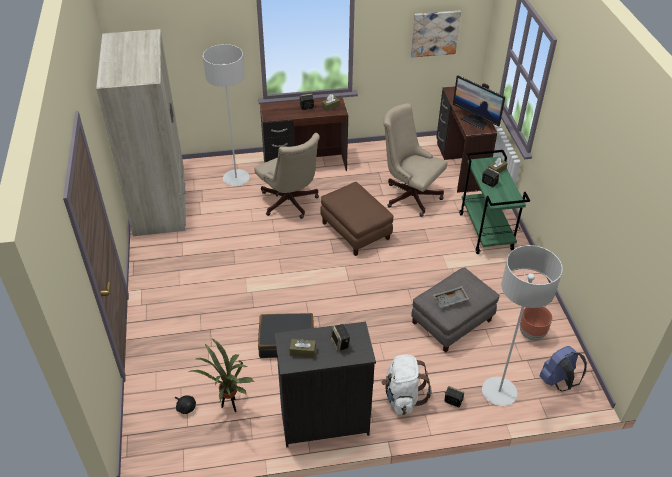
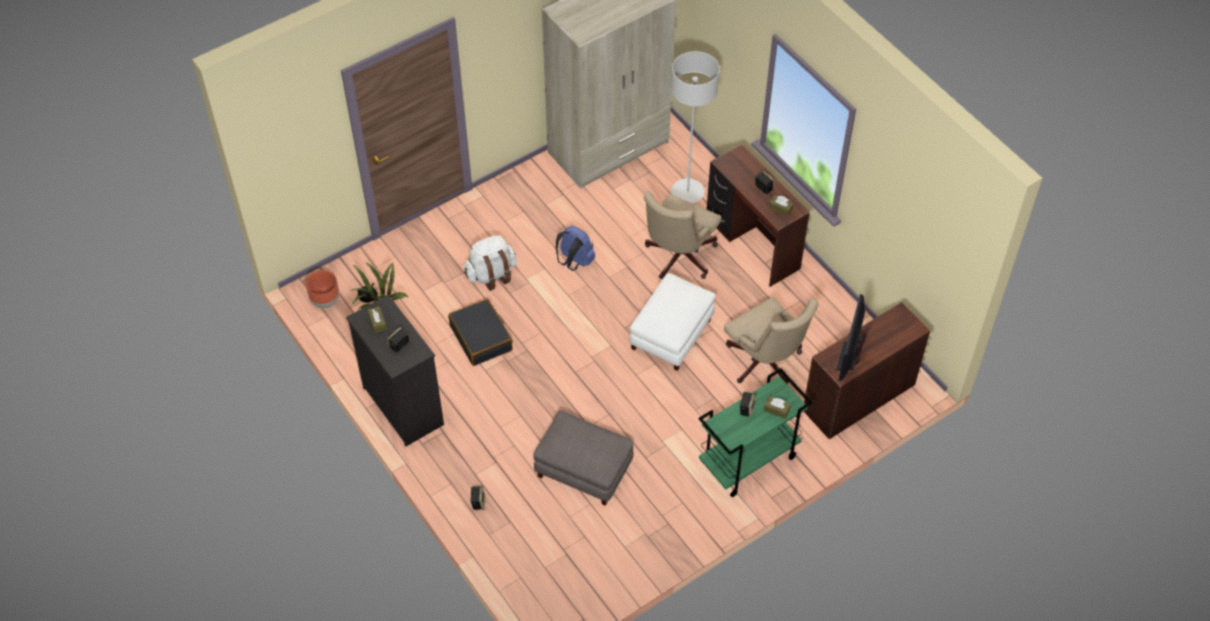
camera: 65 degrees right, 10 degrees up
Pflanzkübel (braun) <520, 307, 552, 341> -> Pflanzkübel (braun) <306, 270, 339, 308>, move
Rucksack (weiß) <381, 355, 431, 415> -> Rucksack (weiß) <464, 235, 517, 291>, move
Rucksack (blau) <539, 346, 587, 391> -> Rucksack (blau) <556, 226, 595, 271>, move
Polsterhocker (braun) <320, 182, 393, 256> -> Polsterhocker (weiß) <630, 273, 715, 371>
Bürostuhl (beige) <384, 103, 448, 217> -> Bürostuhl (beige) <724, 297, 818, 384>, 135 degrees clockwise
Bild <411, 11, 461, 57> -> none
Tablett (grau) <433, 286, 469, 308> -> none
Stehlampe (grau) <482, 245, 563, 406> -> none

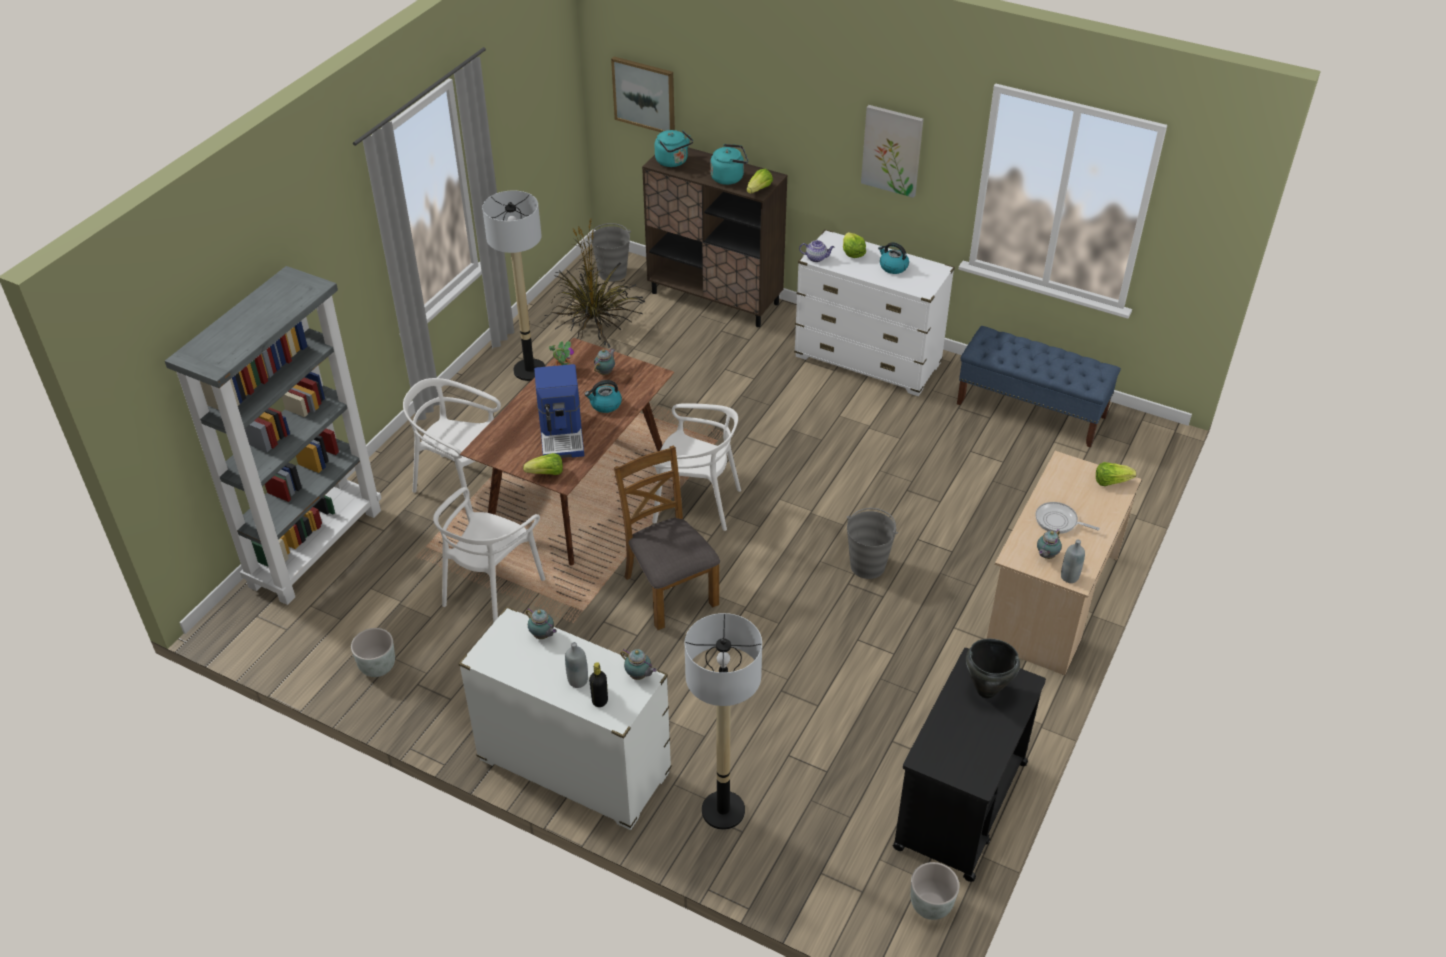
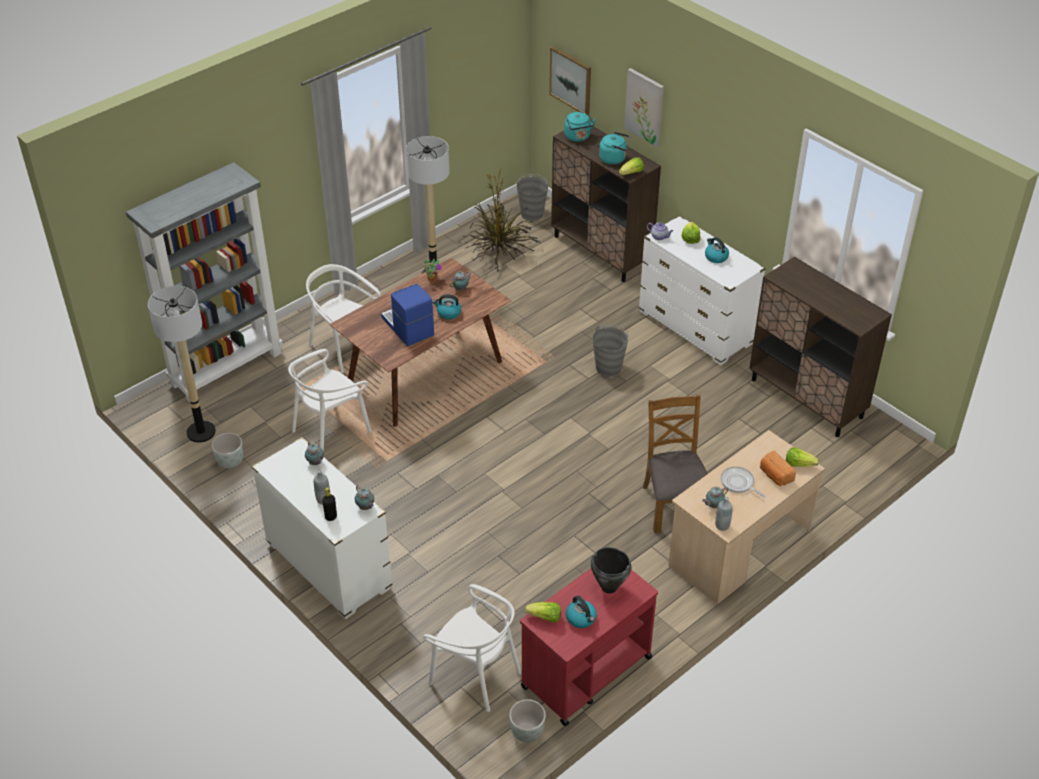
camera: 20 degrees right, 0 degrees up
Stehlampe <685, 613, 762, 830> -> Stehlampe <148, 286, 216, 443>, move
Kaffeemaschine <534, 364, 584, 458> -> Kaffeemaschine <381, 284, 434, 346>, 135 degrees clockwise
Stuhl (weiß) <652, 403, 741, 531> -> Stuhl (weiß) <423, 584, 521, 712>, move
Rollwagen (schwarz) <893, 648, 1046, 882> -> Rollwagen (rot) <520, 568, 658, 726>
Salatkopf <523, 453, 563, 475> -> Salatkopf <525, 602, 561, 623>, move
none -> Wasserkessel <566, 596, 596, 628>
Eimer (grau) <847, 508, 898, 579> -> Eimer (grau) <592, 325, 628, 377>, move
Bild <861, 105, 923, 198> -> Bild <624, 68, 664, 147>, move
Stuhl (braun) <614, 446, 720, 630> -> Stuhl (braun) <643, 395, 708, 533>, move
Bank (blau) <957, 326, 1121, 448> -> Schrank (braun) <749, 257, 892, 437>
none -> Brot <760, 451, 796, 486>

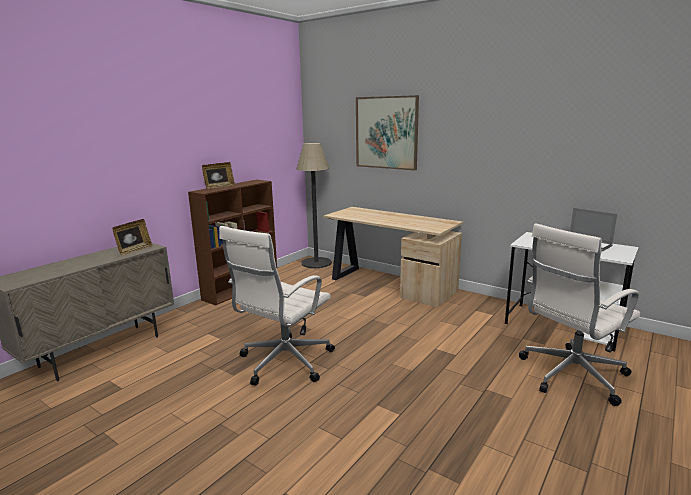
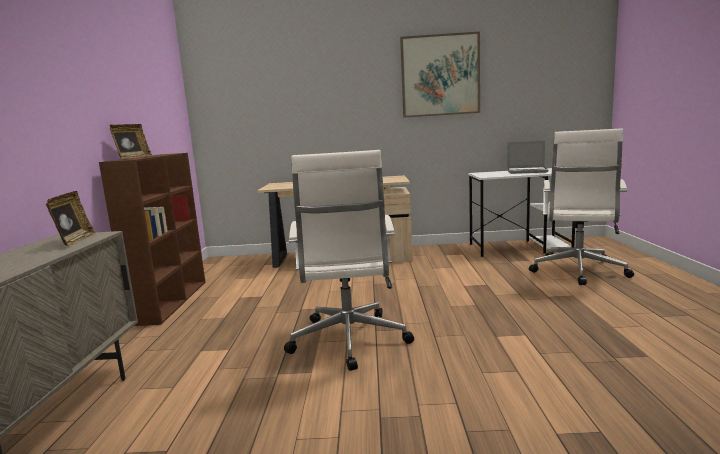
camera: 35 degrees left, 5 degrees down
Bild <356, 95, 419, 170> -> Bild <400, 31, 480, 118>, move
Stehlampe <297, 143, 332, 268> -> none

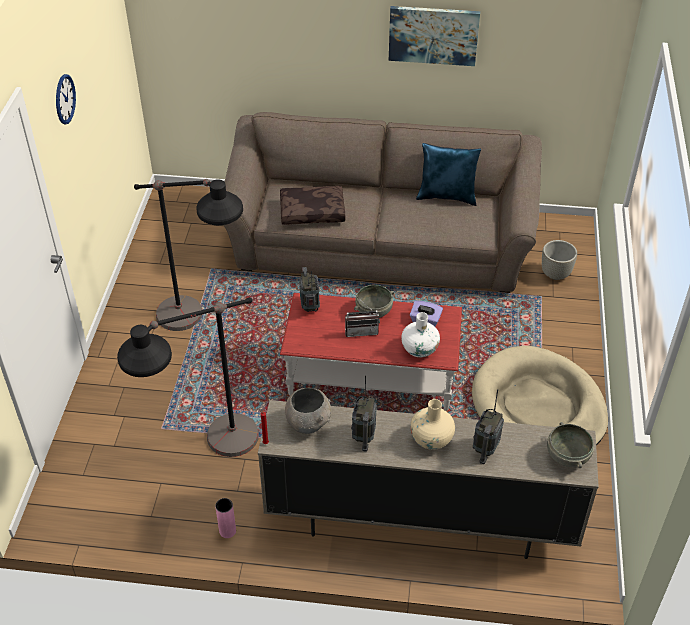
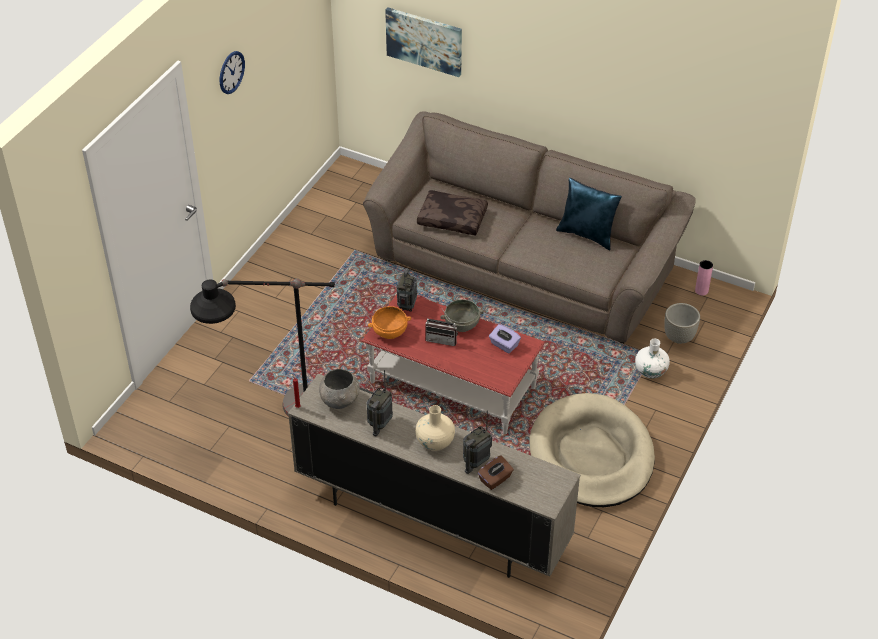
camera: 20 degrees right, 0 degrees up
none -> Schüssel (orange) <368, 306, 411, 339>
Bild <389, 6, 480, 66> -> Bild <385, 7, 462, 77>, move
none -> Taschentuchbox (braun) <478, 455, 514, 490>
Vase (weiß) <401, 312, 440, 358> -> Vase (weiß) <635, 339, 670, 378>, move
Vase (rosa) <215, 498, 236, 538> -> Vase (rosa) <695, 260, 713, 295>, move
Stehlampe (schwarz) <134, 179, 243, 331> -> none
Schüssel (grau) <547, 422, 594, 468> -> none

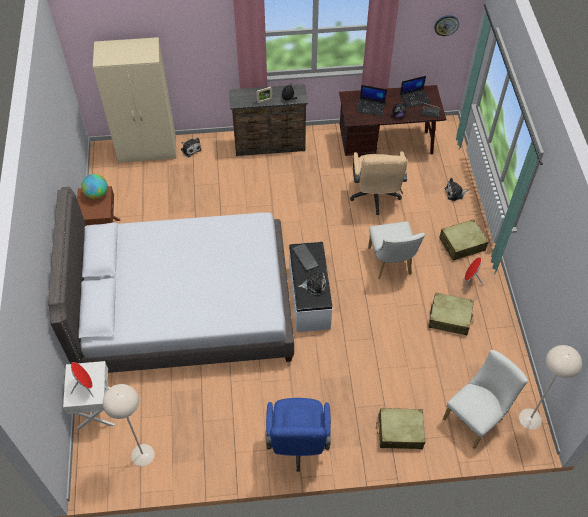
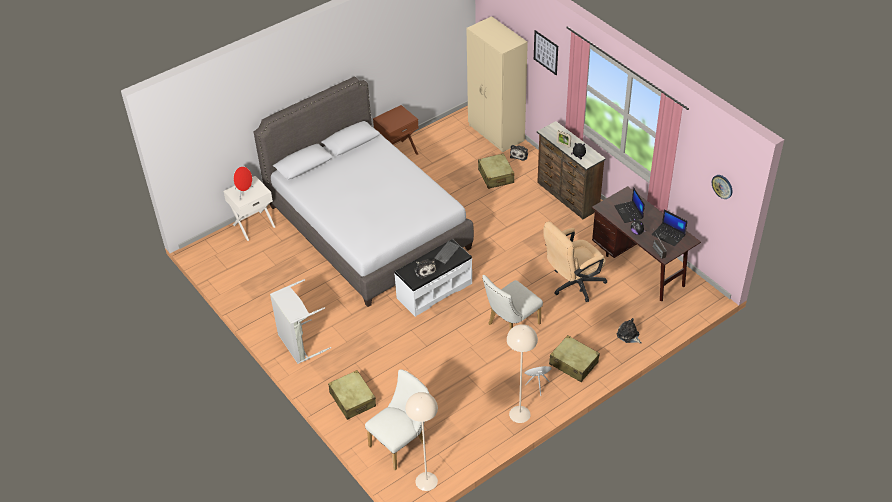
camera: 60 degrees right, 10 degrees down
Bürostuhl (blau) <266, 398, 331, 472> -> Wäschekorb (grau) <270, 279, 331, 364>
Stuhl (weiß) <443, 350, 528, 449> -> Stuhl (weiß) <365, 369, 430, 470>, 60 degrees counterclockwise
Koffer (beige) <428, 293, 474, 335> -> Koffer (beige) <478, 153, 514, 189>, move
Stehlampe (beige) <103, 384, 155, 466> -> Stehlampe (beige) <507, 324, 538, 423>, move
none -> Bild <534, 30, 558, 75>
Globus <81, 174, 108, 199> -> none

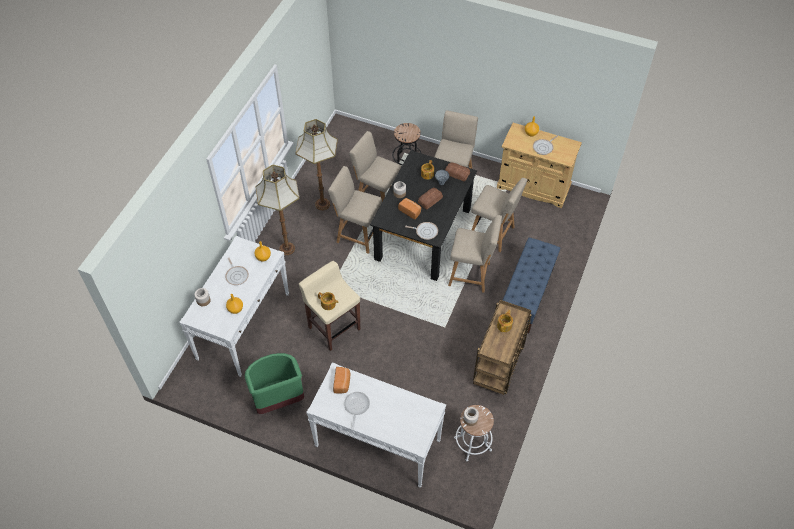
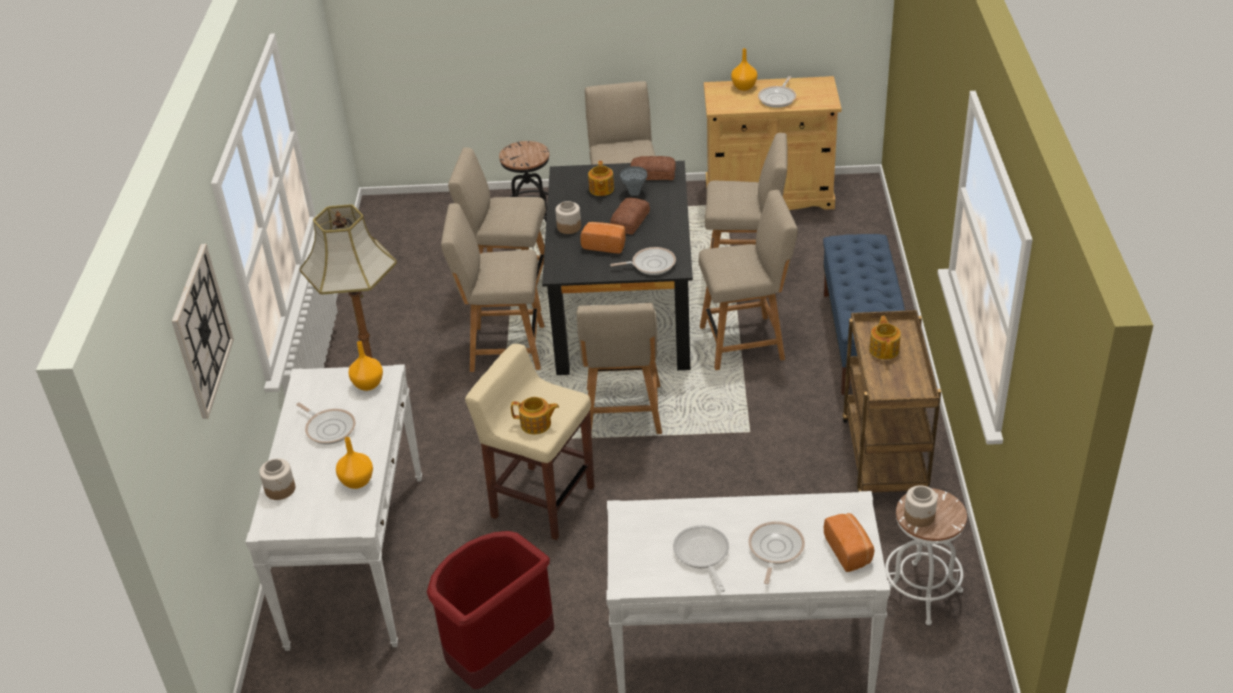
camera: 20 degrees left, 15 degrees down
none -> Wanduhr <172, 244, 234, 419>
Mülleimer (grün) <245, 353, 304, 414> -> Mülleimer (rot) <427, 531, 554, 689>
none -> Stuhl (beige) <577, 303, 662, 434>
none -> Pfanne <748, 521, 805, 584>
Brot <333, 367, 350, 394> -> Brot <824, 513, 874, 572>, move
Stehlampe <295, 119, 338, 210> -> none

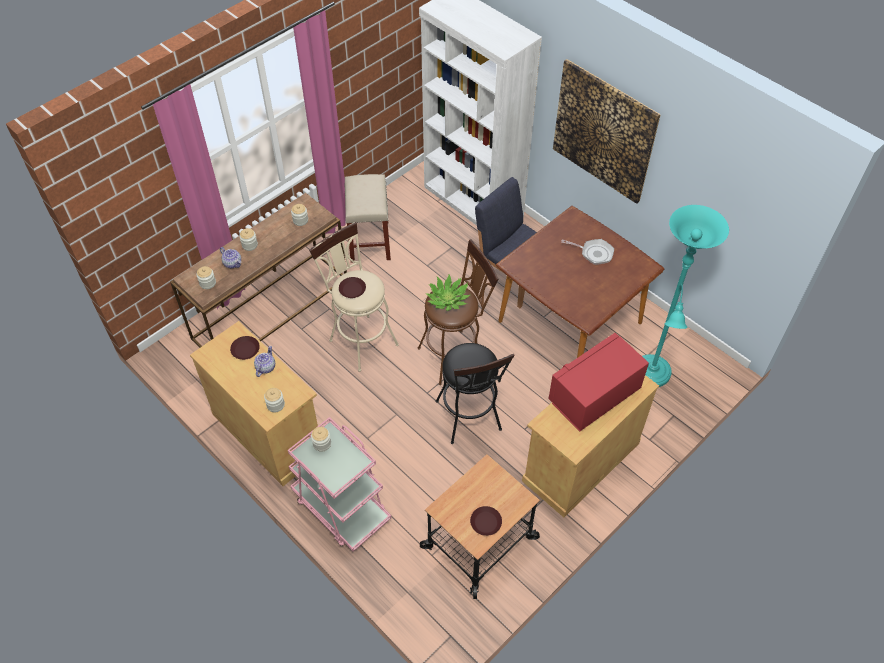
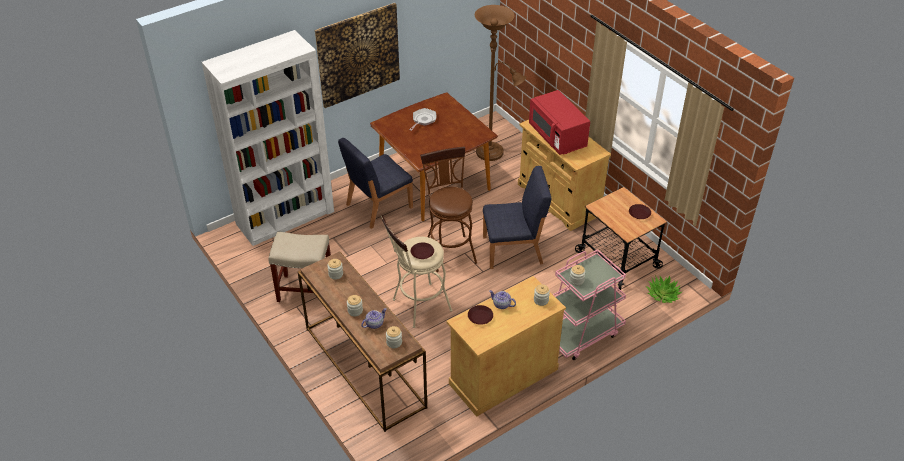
camera: 80 degrees left, 10 degrees down
Stehlampe (türkis) <642, 205, 729, 387> -> Stehlampe (braun) <475, 5, 526, 161>
Hocker (schwarz) <436, 343, 515, 444> -> Stuhl (blau) <483, 166, 551, 269>
Topfpflanze <426, 274, 470, 311> -> Topfpflanze <646, 275, 682, 303>, move

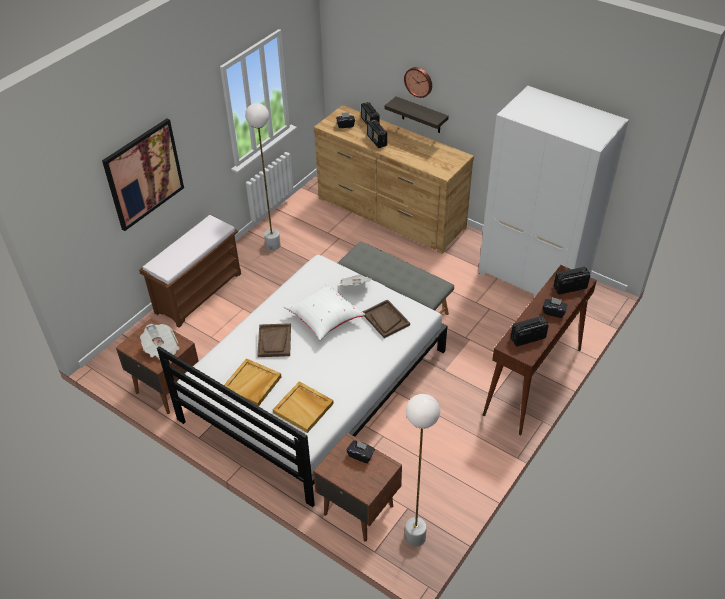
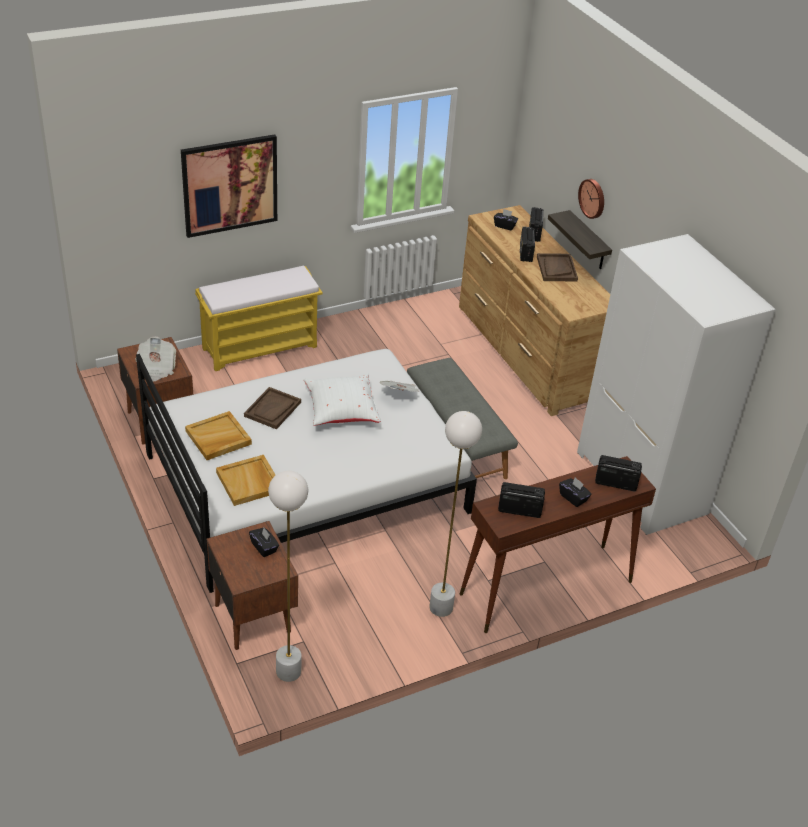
camera: 25 degrees right, 5 degrees down
Bank (braun) <139, 215, 241, 328> -> Bank (gelb) <195, 266, 323, 371>
Stehlampe (weiß) <245, 103, 281, 250> -> Stehlampe (weiß) <429, 411, 482, 617>, move
Tablett (braun) <363, 299, 410, 338> -> Tablett (braun) <537, 253, 578, 281>, move

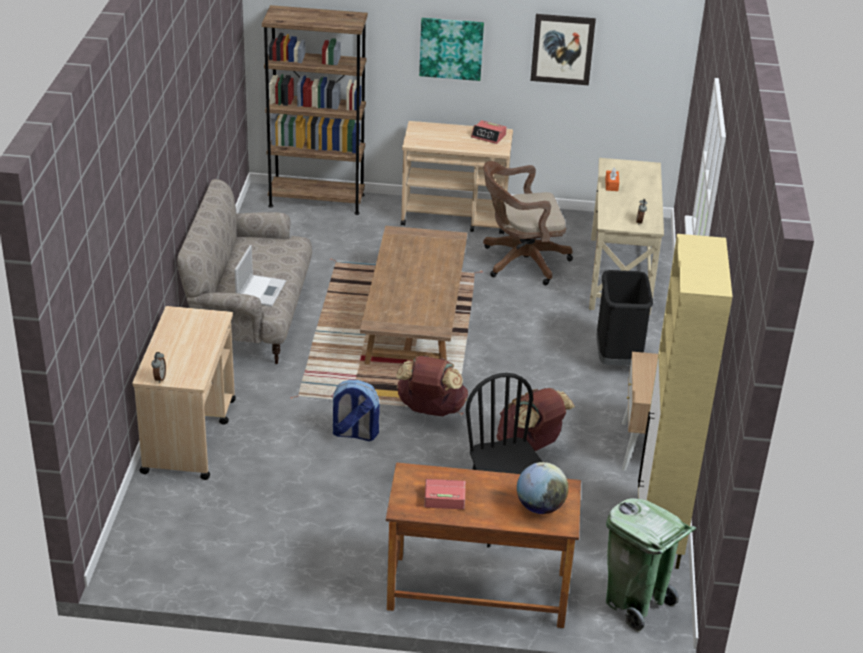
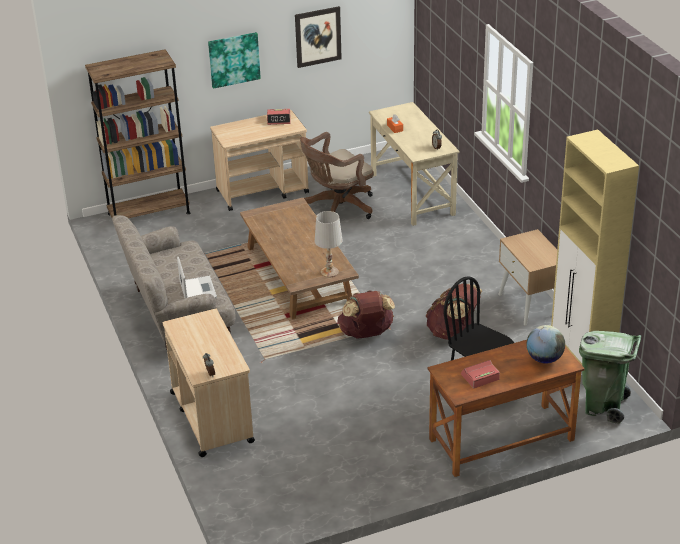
camera: 25 degrees left, 0 degrees up
none -> Tischlampe (weiß) <315, 211, 342, 277>
Rucksack <331, 380, 380, 441> -> none
Mülleimer (schwarz) <596, 270, 653, 366> -> none

